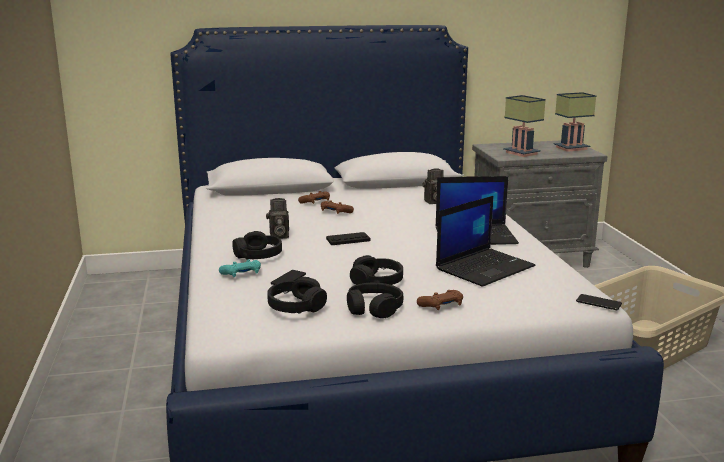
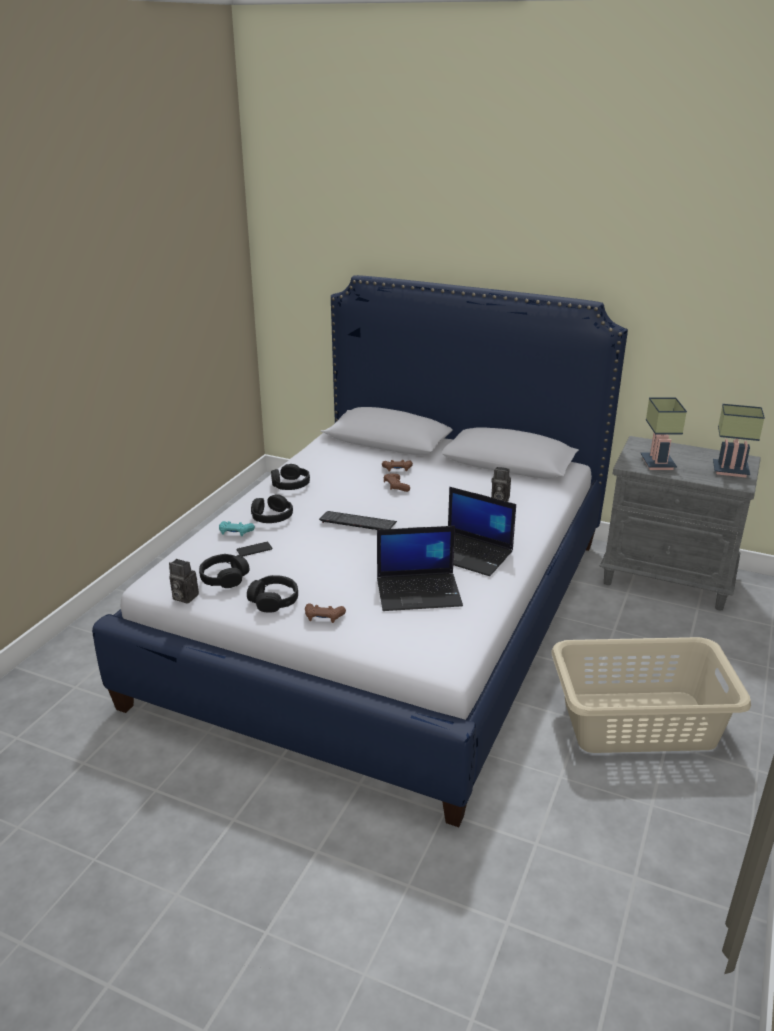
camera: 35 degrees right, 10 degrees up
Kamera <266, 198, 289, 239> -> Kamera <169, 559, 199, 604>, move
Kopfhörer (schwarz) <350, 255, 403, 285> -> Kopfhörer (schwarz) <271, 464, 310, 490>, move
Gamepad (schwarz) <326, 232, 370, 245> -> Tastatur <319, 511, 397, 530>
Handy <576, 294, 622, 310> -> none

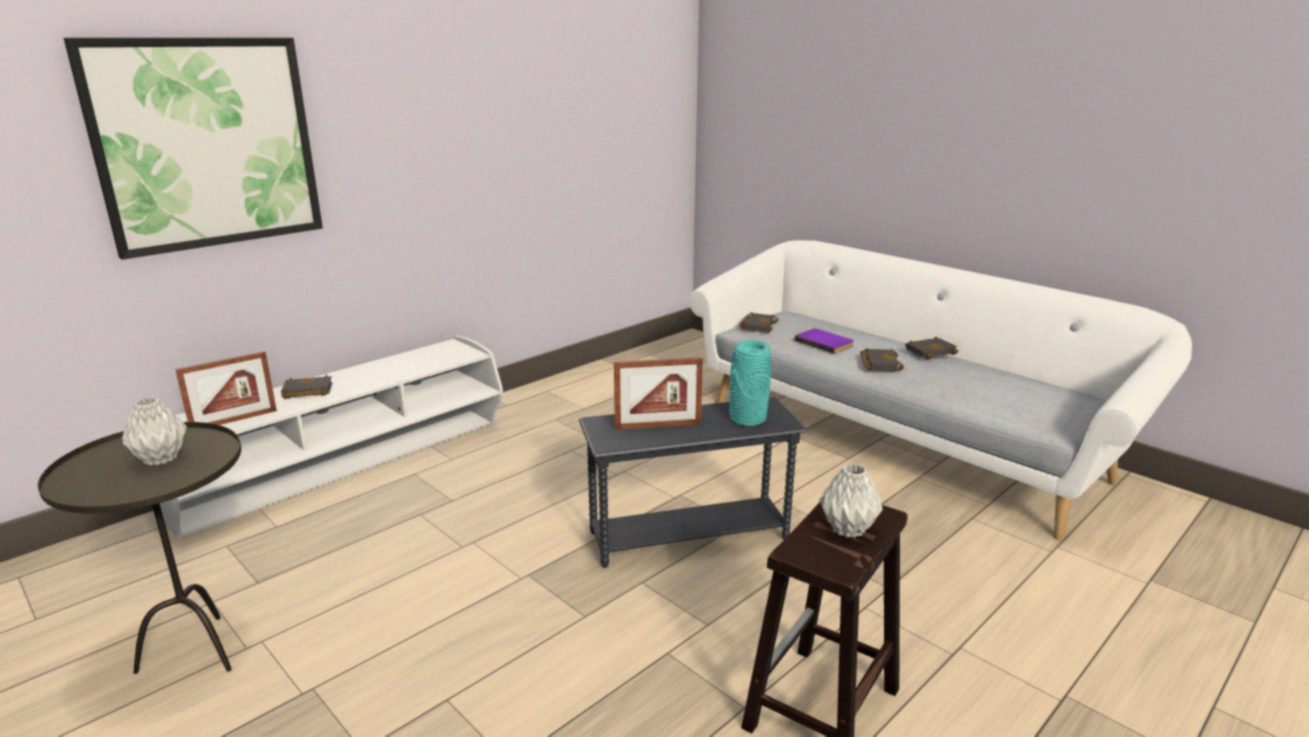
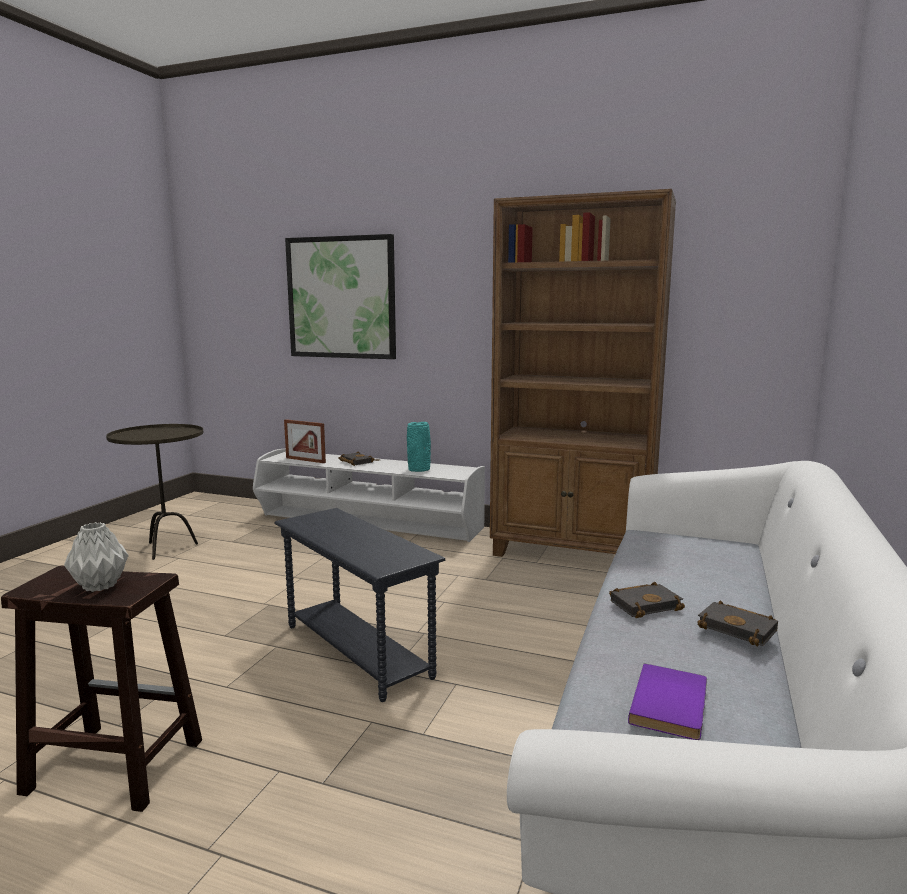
camera: 65 degrees right, 10 degrees down
Vase (türkis) <729, 340, 771, 426> -> Vase (türkis) <407, 422, 431, 472>, move
none -> Bücherregal (braun) <490, 189, 676, 557>
Buch (lila) <794, 328, 854, 354> -> Buch (lila) <628, 664, 707, 740>, move
Vase (grau) <122, 397, 187, 466> -> none
Bilderrahmen <614, 357, 703, 430> -> none
Buch (schwarz) <739, 312, 779, 333> -> none

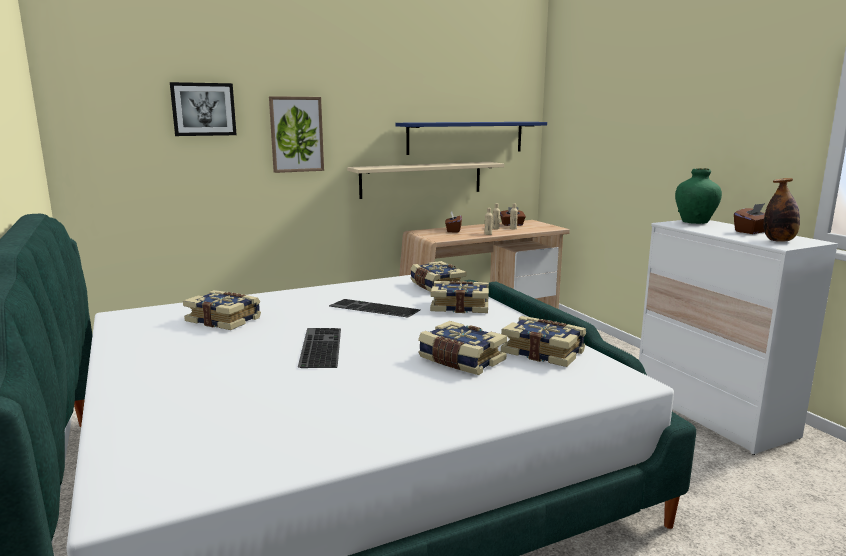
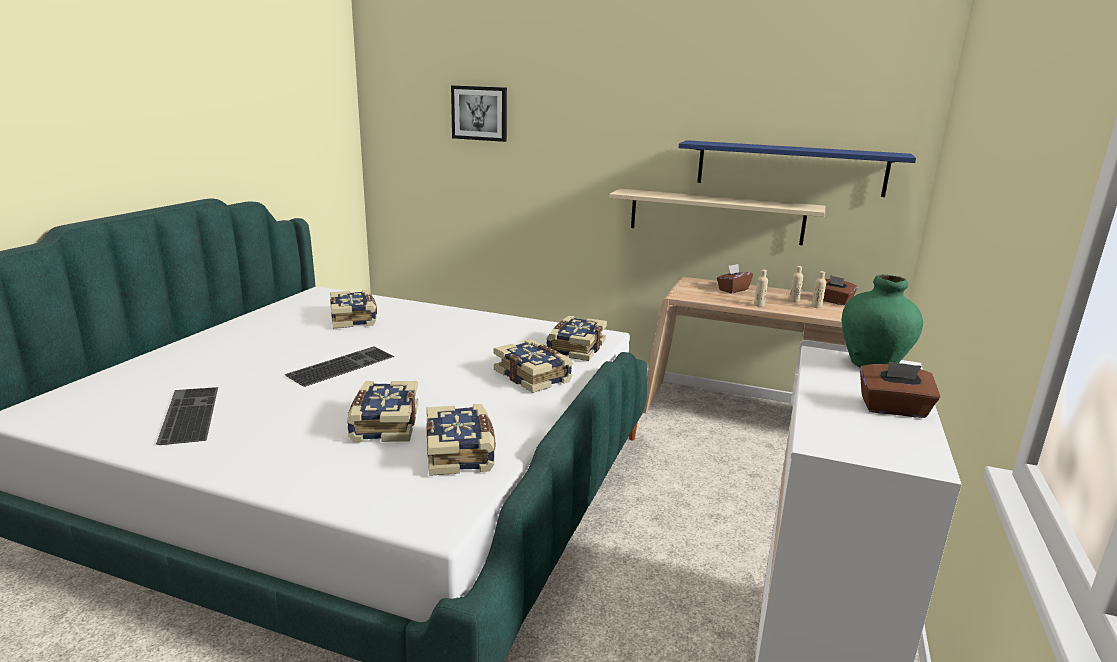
camera: 45 degrees right, 5 degrees up
Tastatur <329, 299, 420, 318> -> Tastatur <156, 387, 218, 445>, move
Bild <269, 96, 324, 173> -> none
Flasche <764, 178, 800, 242> -> none

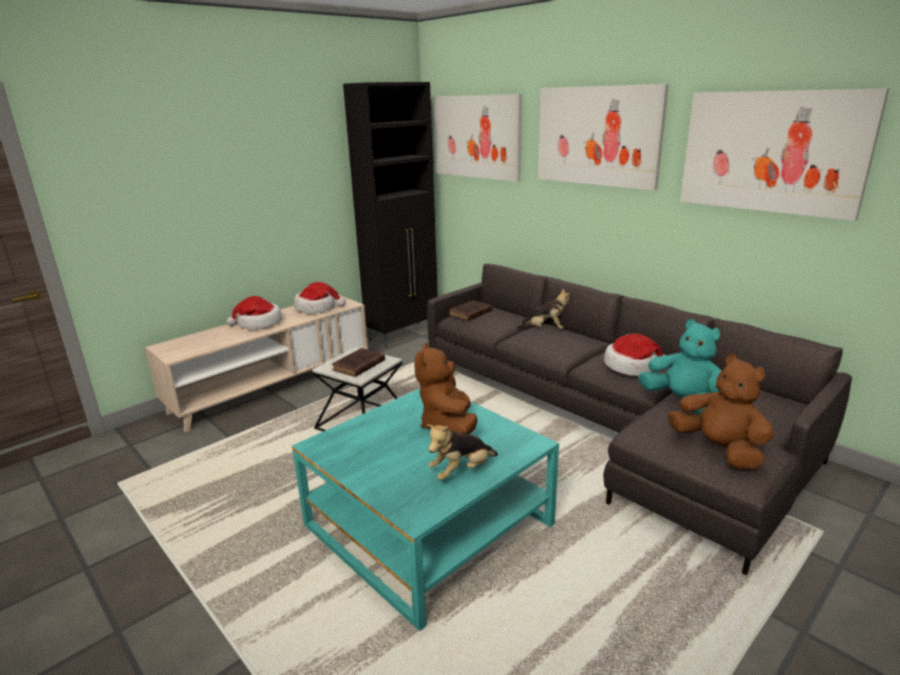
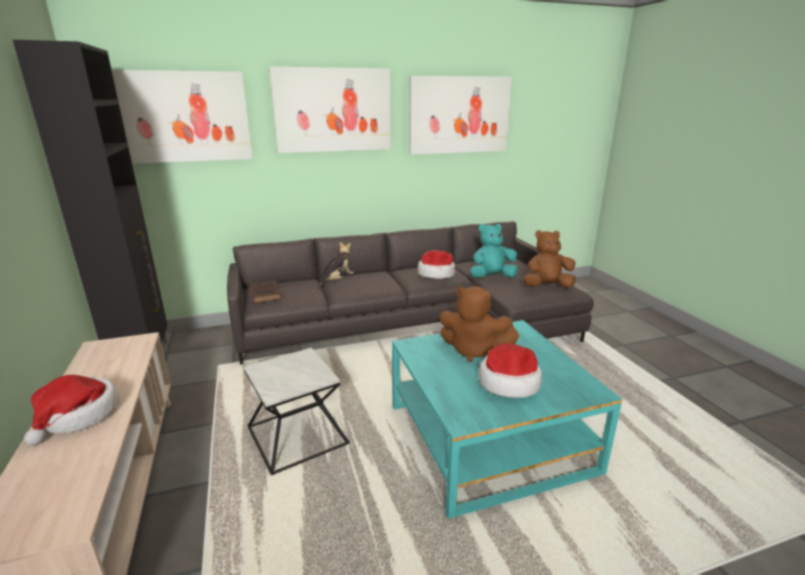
camera: 65 degrees left, 0 degrees up
Hut <294, 282, 346, 313> -> Hut <479, 343, 542, 398>, move
Buch (braun) <332, 348, 385, 377> -> none
Plüschtier <426, 424, 498, 480> -> none

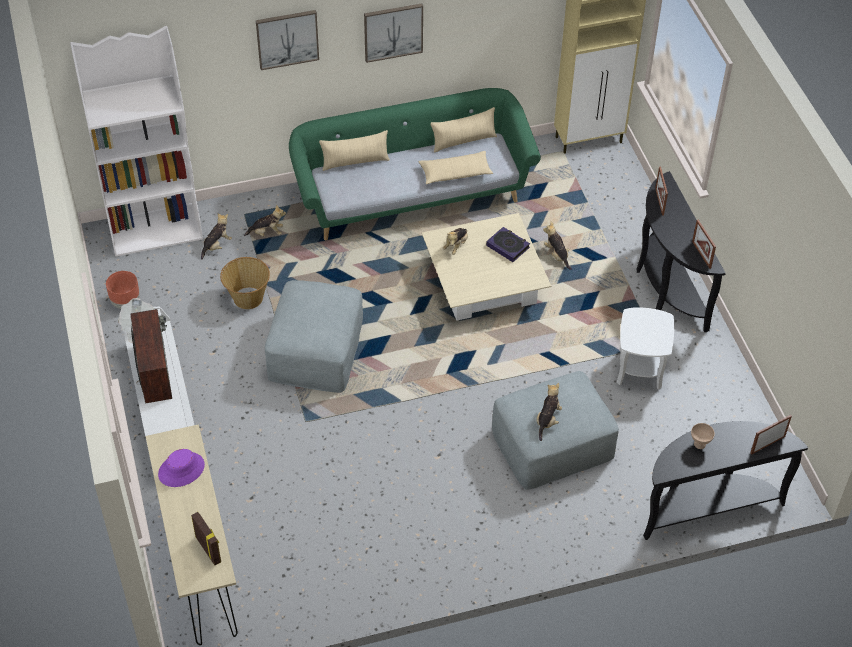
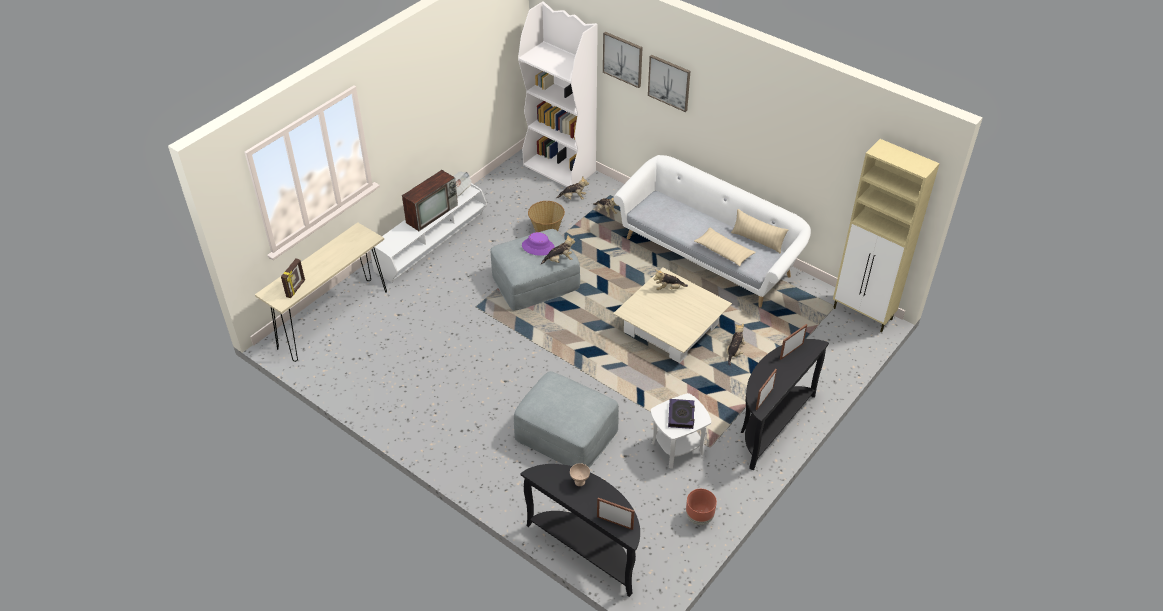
camera: 55 degrees right, 5 degrees down
Hut (lila) <158, 449, 205, 487> -> Hut (lila) <522, 232, 555, 256>, move
Plüschtier <537, 383, 562, 441> -> Plüschtier <541, 235, 575, 265>, move
Bild <364, 3, 423, 63> -> Bild <603, 32, 643, 88>, move
Sofa (grün) <289, 88, 541, 240> -> Sofa (weiß) <613, 155, 811, 307>
Buch <486, 227, 530, 262> -> Buch <668, 399, 695, 429>, move
Pflanzkübel (braun) <106, 271, 140, 309> -> Pflanzkübel (braun) <686, 489, 717, 525>, move
Kissen (beige) <319, 130, 390, 171> -> none

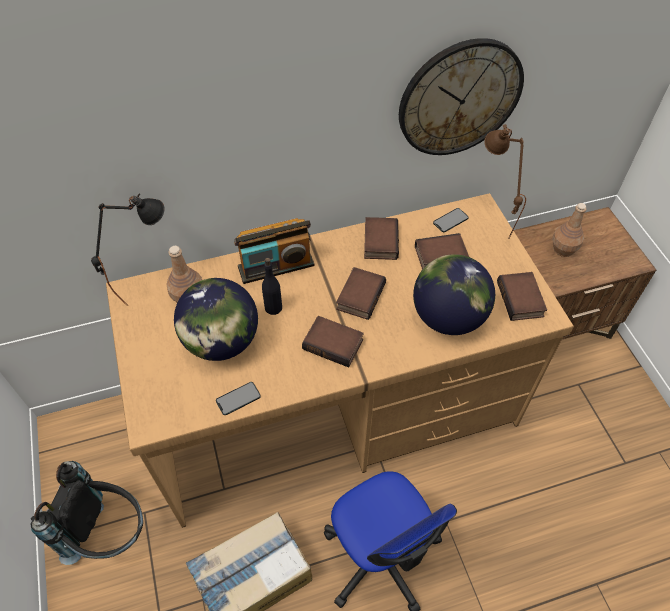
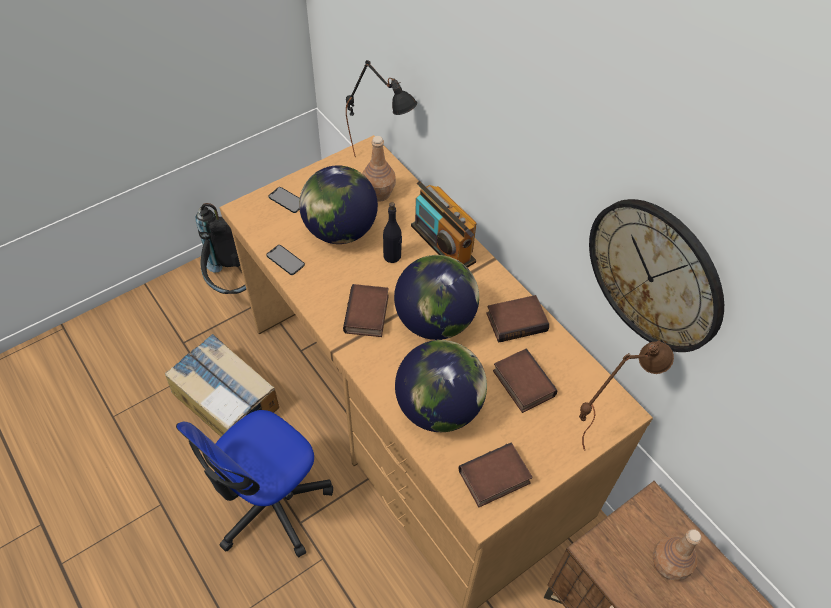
camera: 70 degrees right, 0 degrees up
Handy <433, 208, 469, 232> -> Handy <268, 187, 300, 213>, move
Buch <336, 267, 386, 320> -> Globus <394, 255, 479, 340>

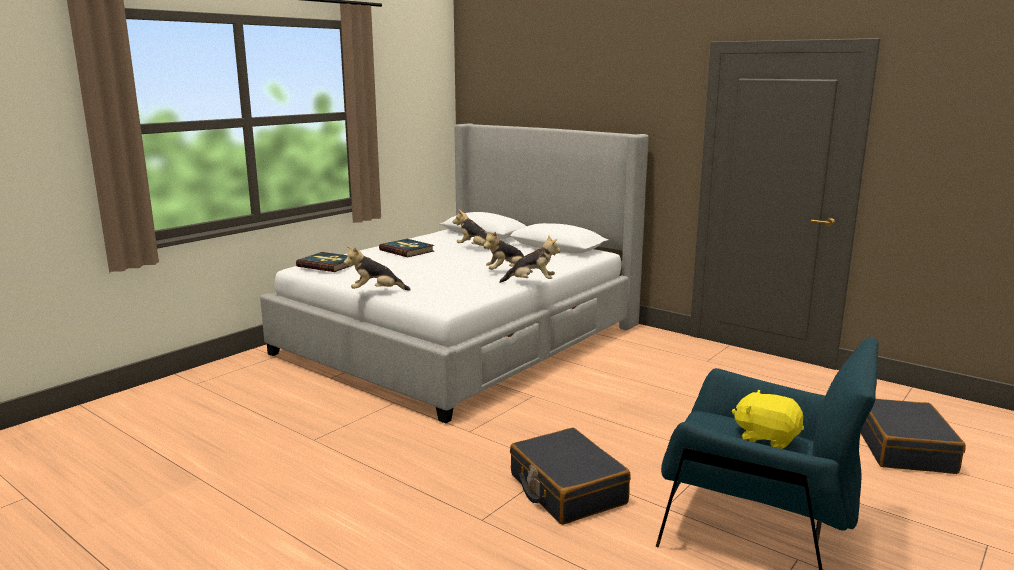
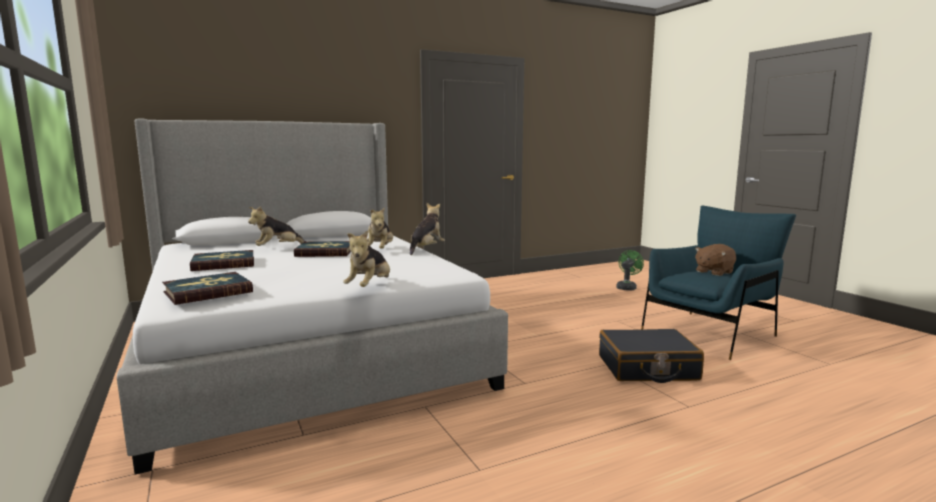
camera: 65 degrees left, 5 degrees down
none -> Buch <294, 241, 351, 257>
Koffer (schwarz) <861, 399, 966, 474> -> Ventilator (grün) <616, 250, 644, 291>
Plüschtier (gelb) <732, 389, 804, 449> -> Plüschtier (braun) <695, 244, 736, 276>

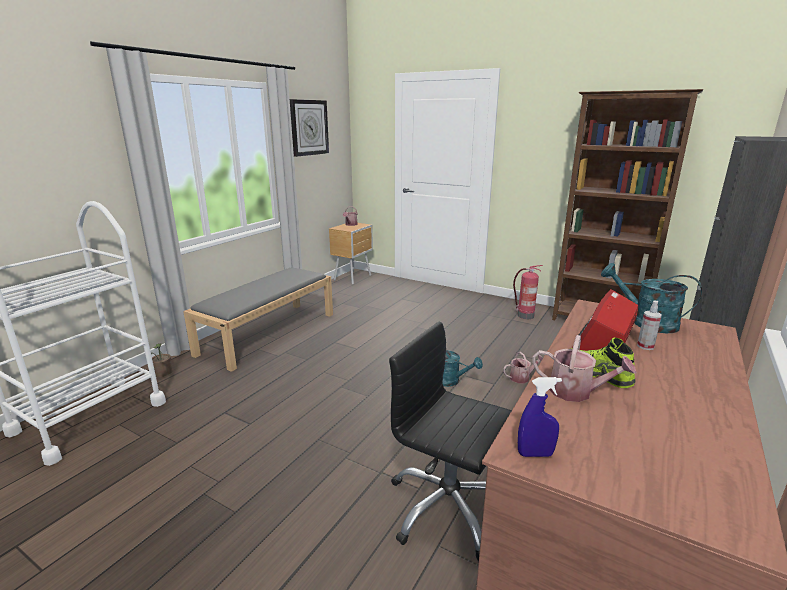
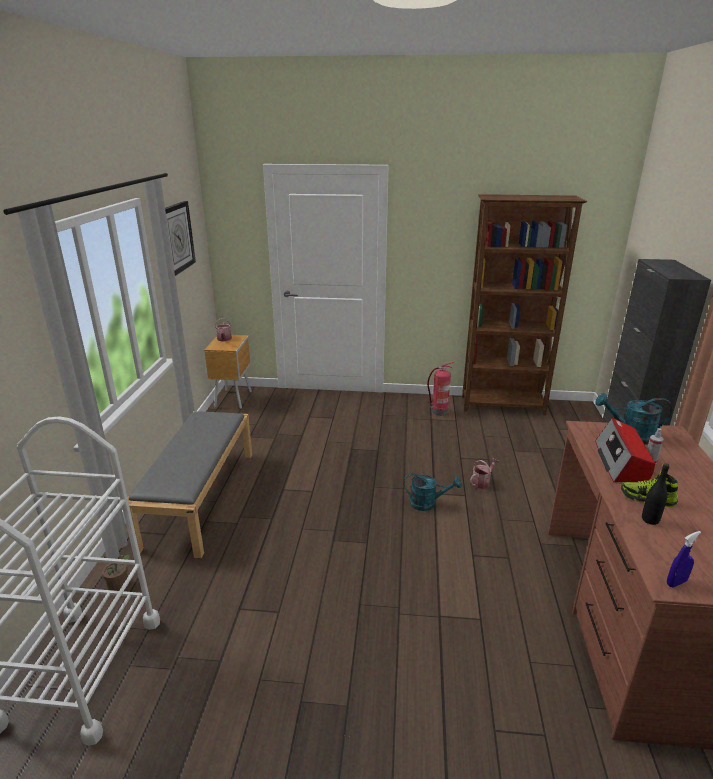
camera: 25 degrees left, 5 degrees up
Gießkanne <532, 335, 637, 402> -> Flasche (schwarz) <642, 463, 669, 525>
Bürostuhl (schwarz) <389, 322, 512, 562> -> none

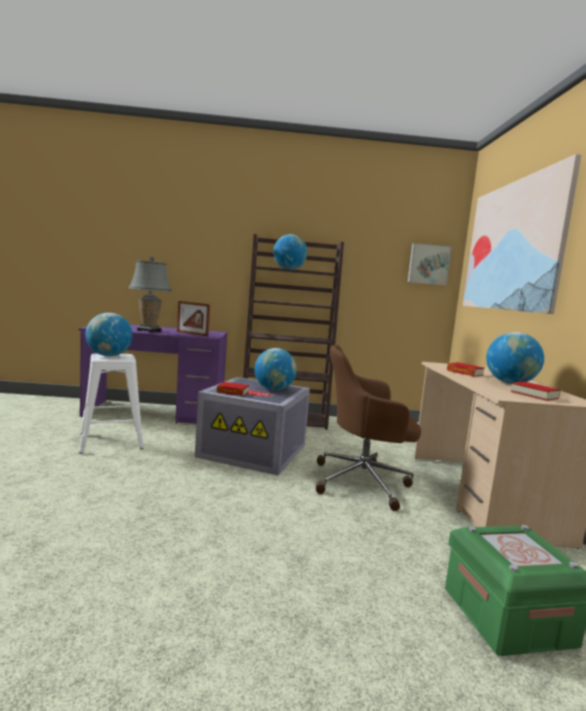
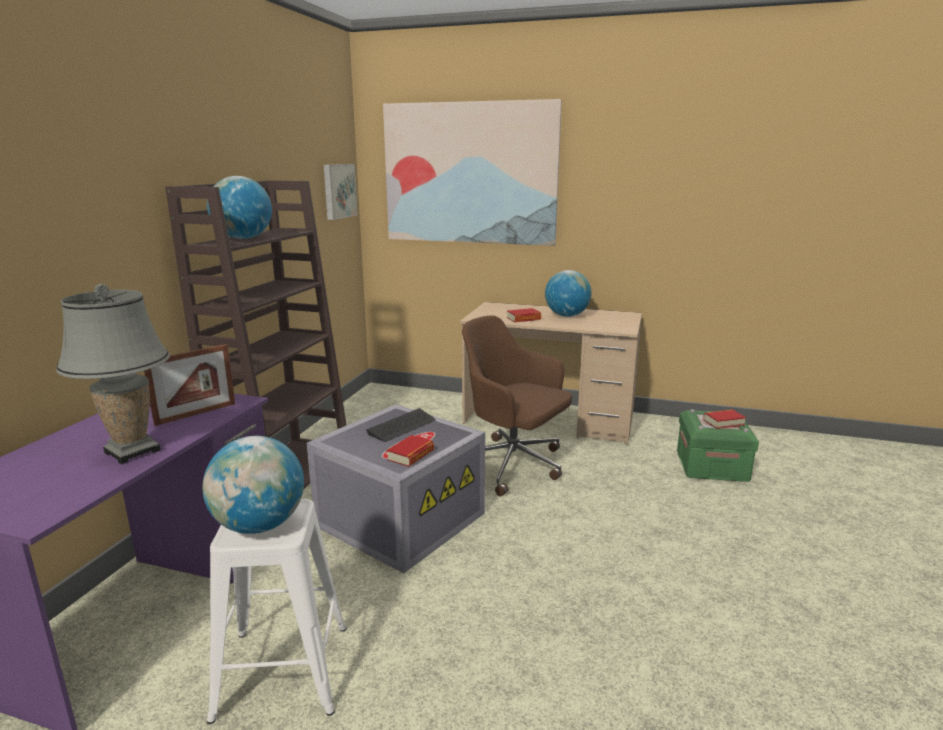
camera: 70 degrees left, 10 degrees up
Globus <255, 348, 297, 390> -> Tastatur <366, 408, 436, 442>
Bürostuhl (braun) <316, 345, 421, 511> -> Bürostuhl (braun) <462, 316, 572, 497>, 105 degrees clockwise
Buch <511, 382, 560, 401> -> Buch <703, 409, 746, 429>, move

